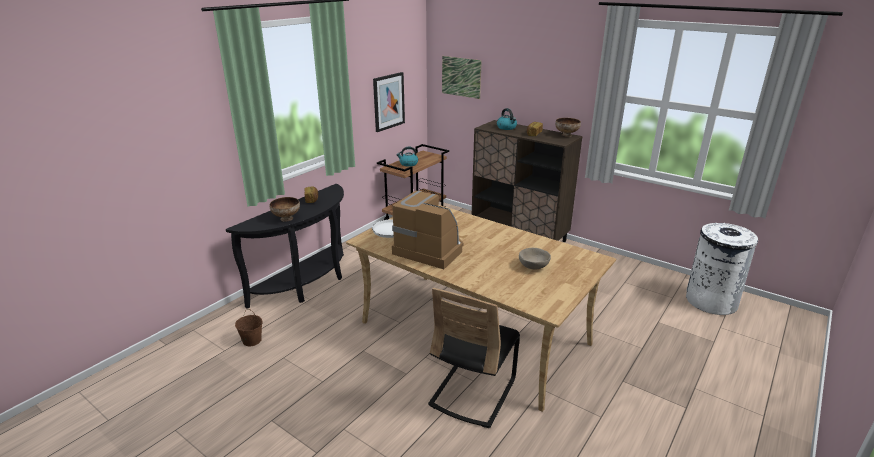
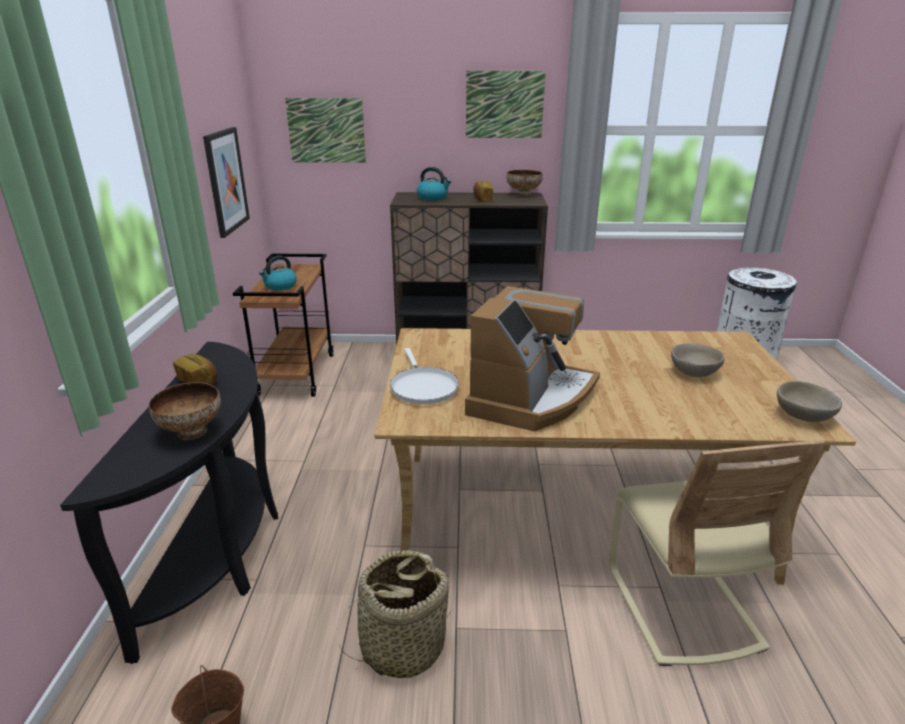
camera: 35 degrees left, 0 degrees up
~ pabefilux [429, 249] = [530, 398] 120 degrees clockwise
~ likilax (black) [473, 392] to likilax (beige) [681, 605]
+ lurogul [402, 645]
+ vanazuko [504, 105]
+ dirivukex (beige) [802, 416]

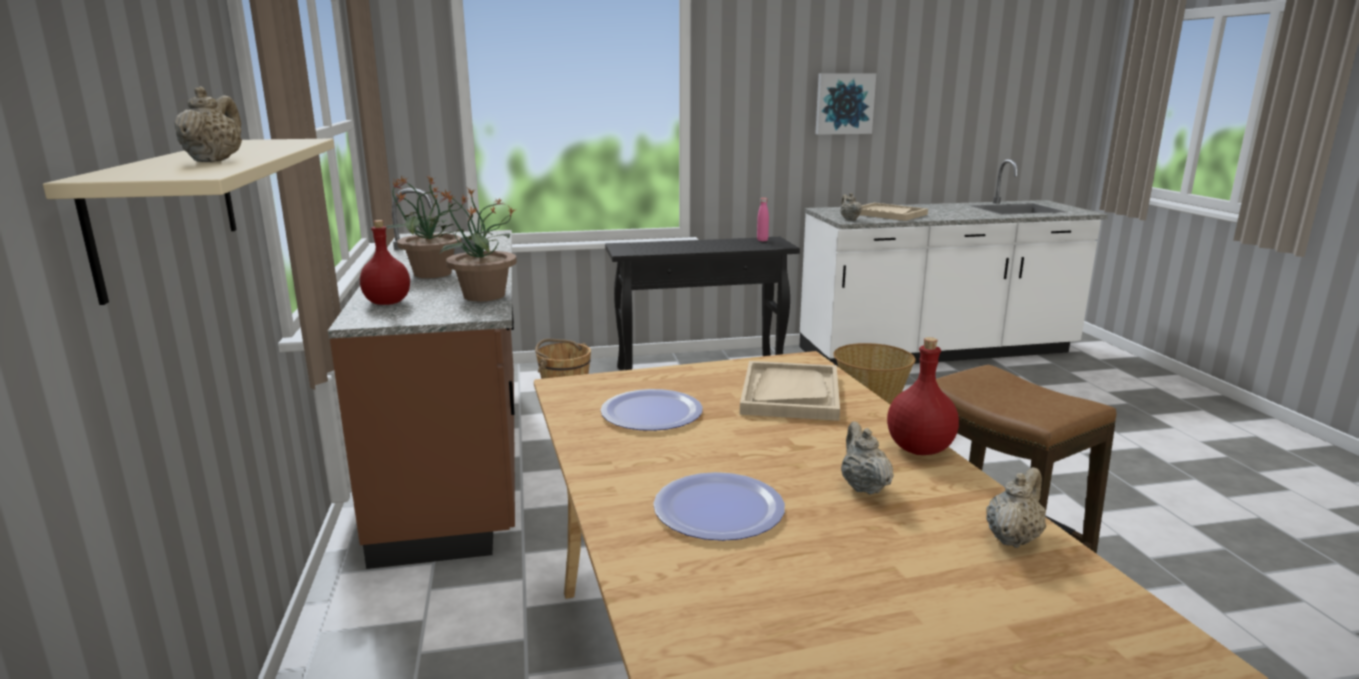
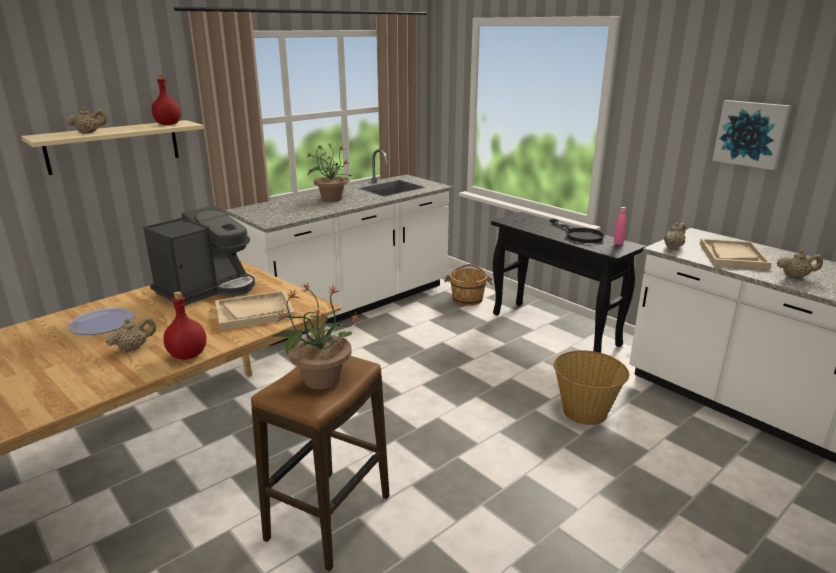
camera: 60 degrees right, 5 degrees up
~ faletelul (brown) [460, 458] to faletelul (white) [352, 306]
~ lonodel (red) [388, 303] to [168, 124]
~ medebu [483, 296] to [321, 379]
~ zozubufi [651, 412] to pabefilux [207, 289]
~ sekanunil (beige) [1013, 538] to [795, 277]
+ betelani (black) [579, 235]

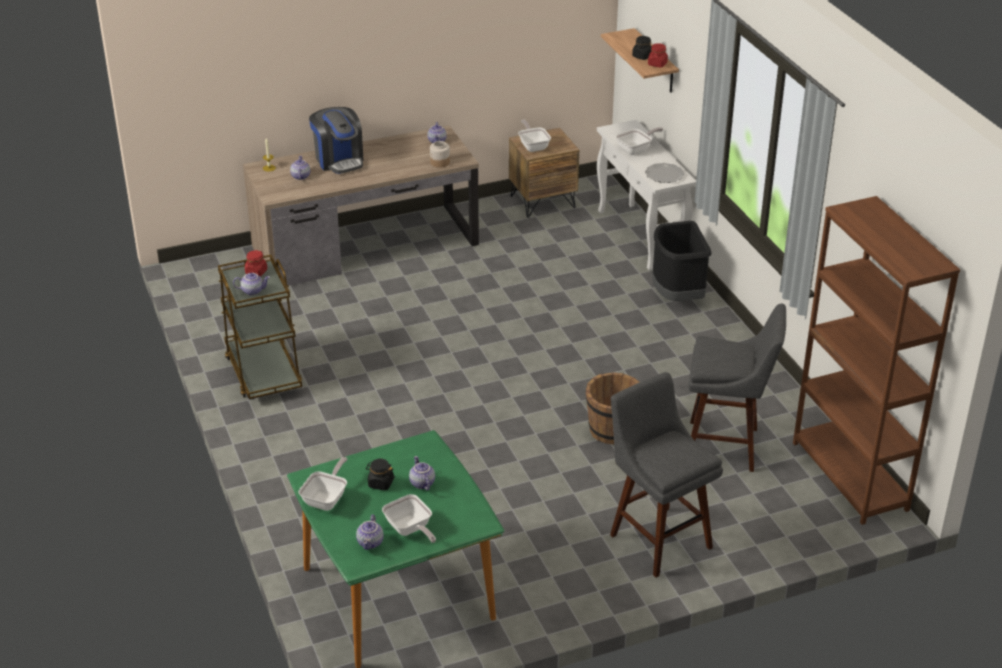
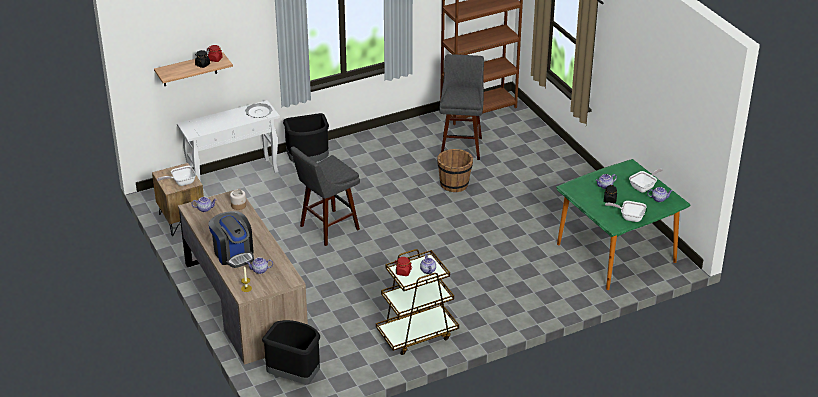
camera: 95 degrees left, 0 degrees up
~ pabefilux [339, 160] = [233, 254] 90 degrees clockwise
~ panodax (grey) [657, 538] to [327, 229]
- betelani [636, 149]
+ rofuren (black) [294, 377]

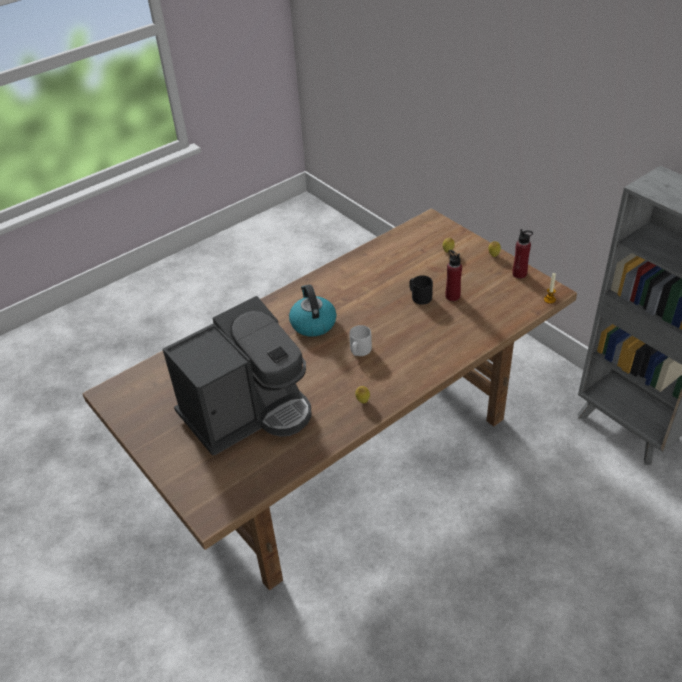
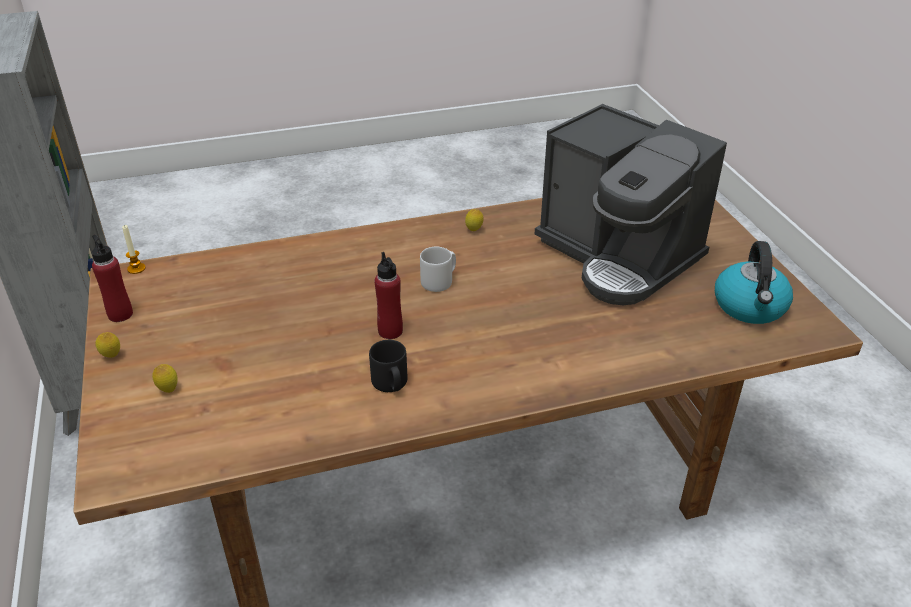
camera: 160 degrees left, 5 degrees down
~ pabefilux [247, 412] = [618, 256] 120 degrees counterclockwise
~ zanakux [313, 323] to [750, 307]
~ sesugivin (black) [419, 297] to [391, 384]
~ lonodel (red) [452, 296] to [390, 331]

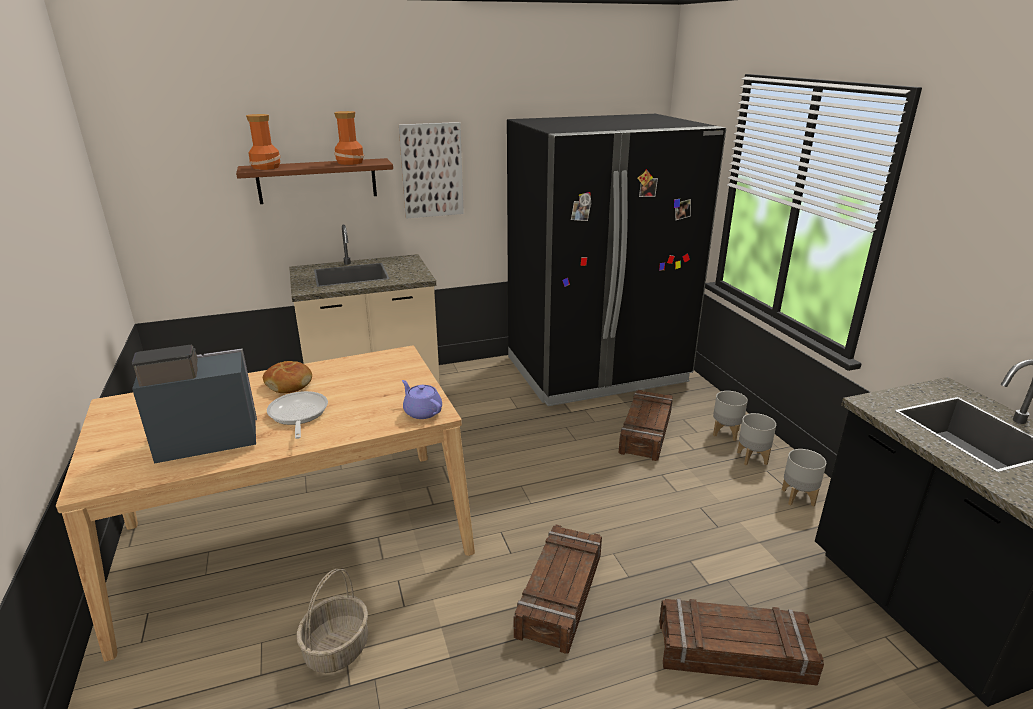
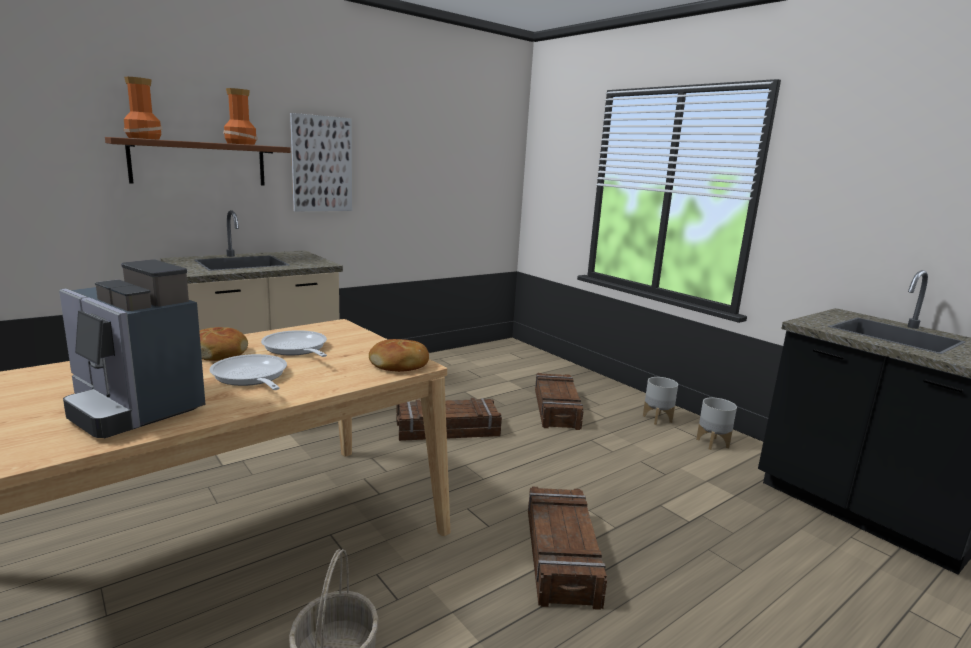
camera: 20 degrees left, 10 degrees down
~ pabefilux [204, 440] = [133, 407] 105 degrees counterclockwise
~ sekanunil (purple) [422, 411] to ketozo [400, 365]
- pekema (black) [596, 370]
~ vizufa [734, 653] to [447, 430]
- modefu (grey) [726, 433]
+ betelani [296, 349]

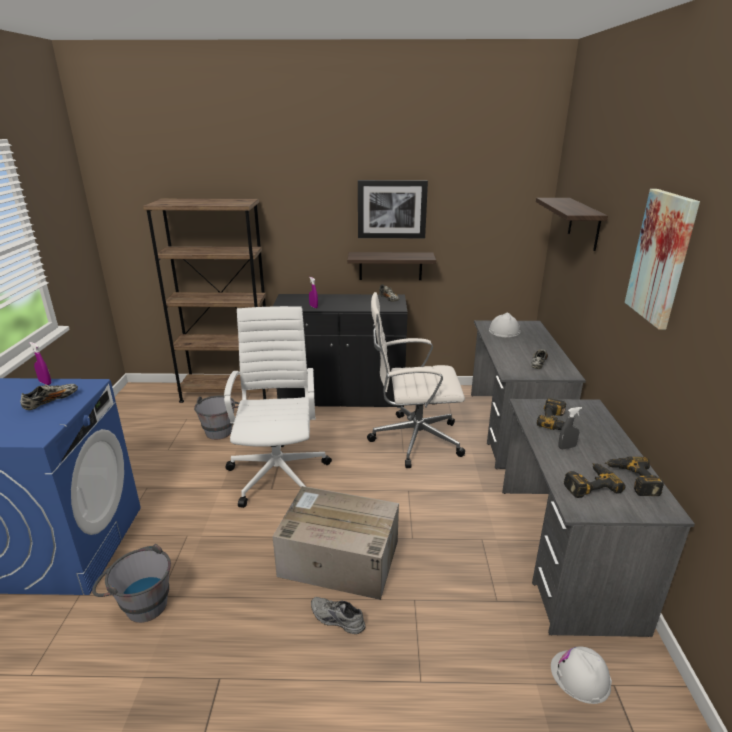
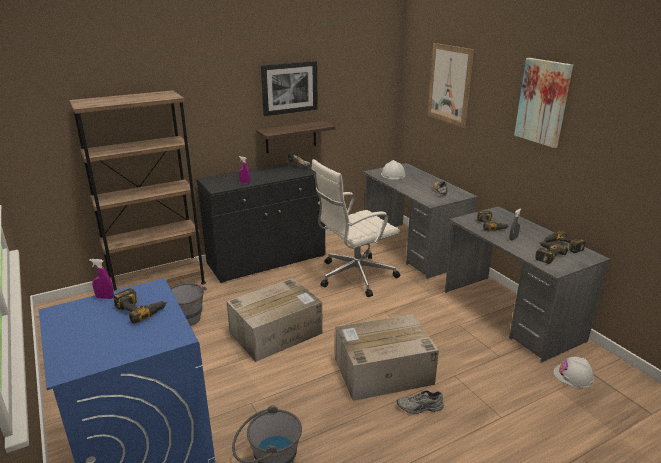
camera: 30 degrees left, 0 degrees up
~ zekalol [51, 401] to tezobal [141, 309]
~ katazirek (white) [279, 473] to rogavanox [277, 332]
~ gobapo [584, 223] to vanazuko [449, 84]

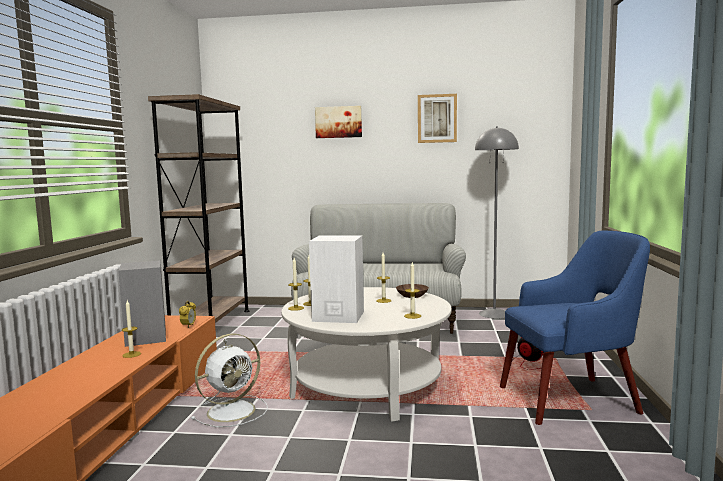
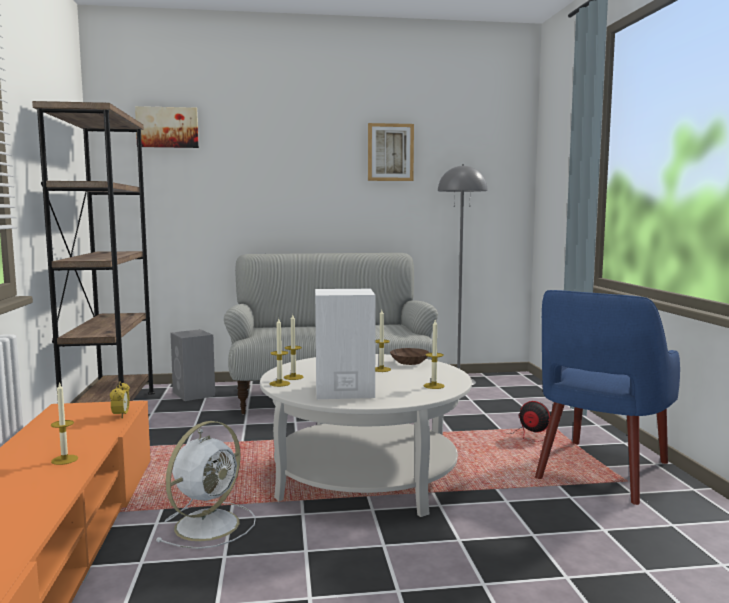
camera: 15 degrees left, 0 degrees up
~ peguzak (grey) [146, 338] to [194, 394]
~ vanazuko [338, 122] to [167, 127]
~ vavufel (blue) [572, 399] = [600, 471] 150 degrees clockwise

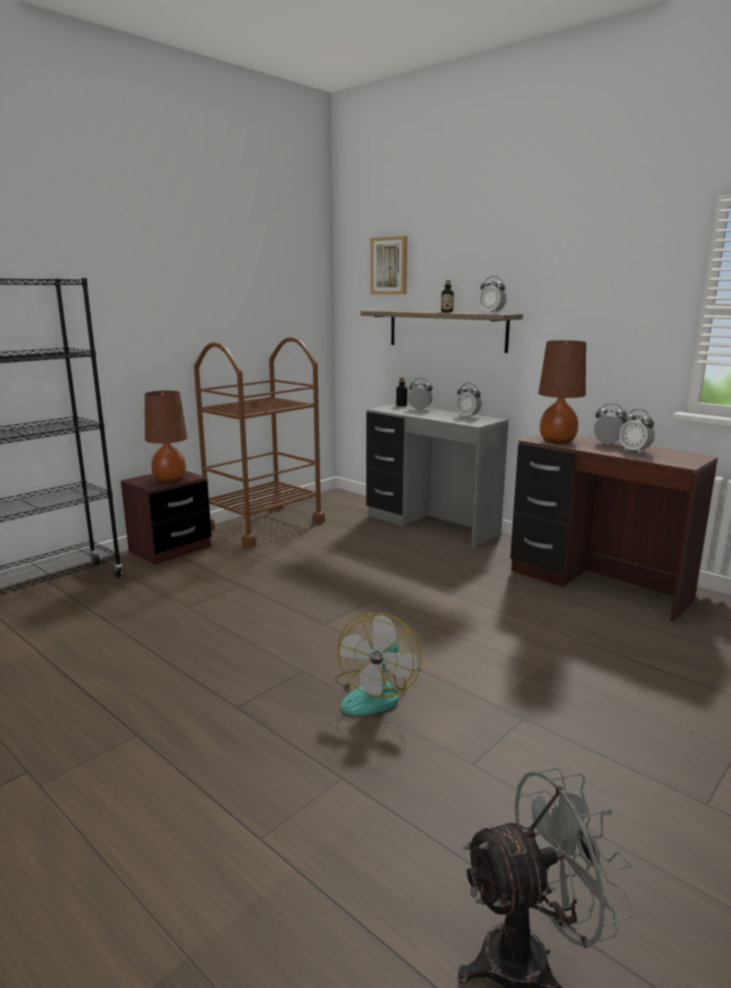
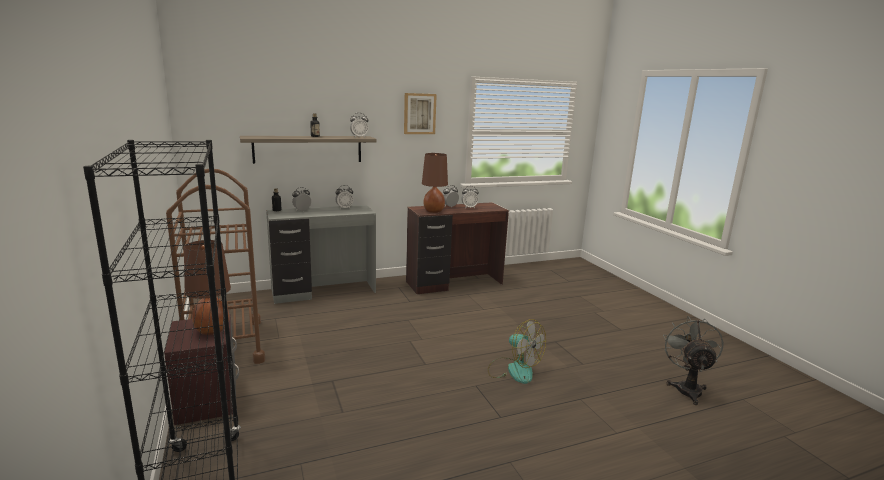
camera: 65 degrees left, 0 degrees up
~ vanazuko [389, 266] to [419, 113]

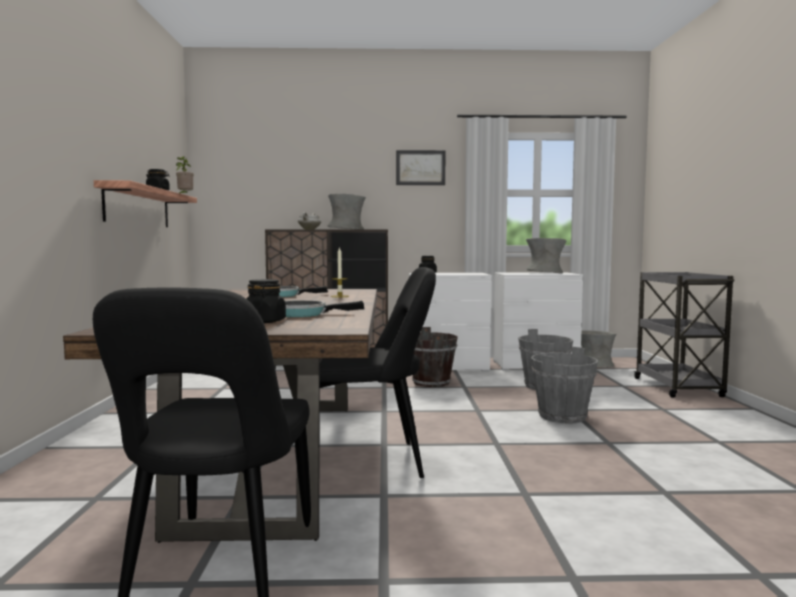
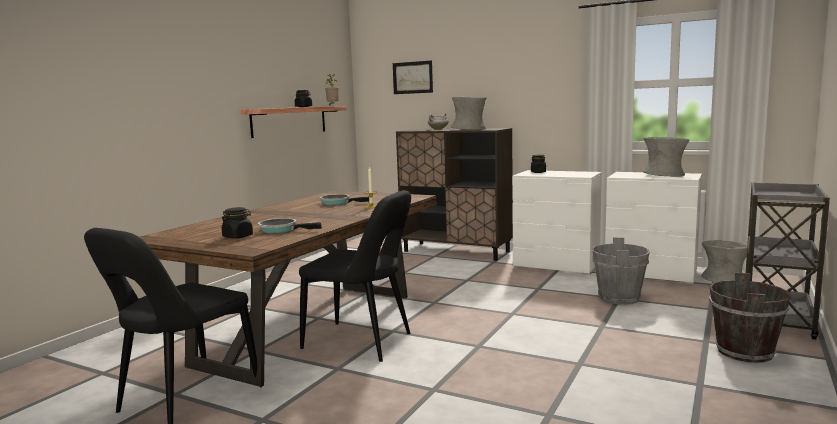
camera: 30 degrees right, 5 degrees up
~ vanazuko [420, 167] to [412, 77]
~ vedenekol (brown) [431, 382] to [745, 352]
- vedenekol (grey) [562, 416]

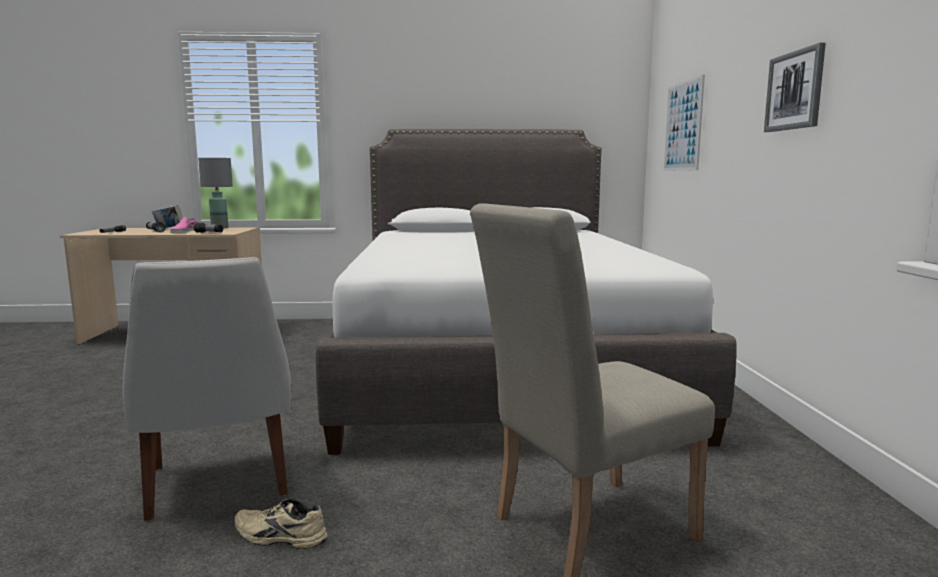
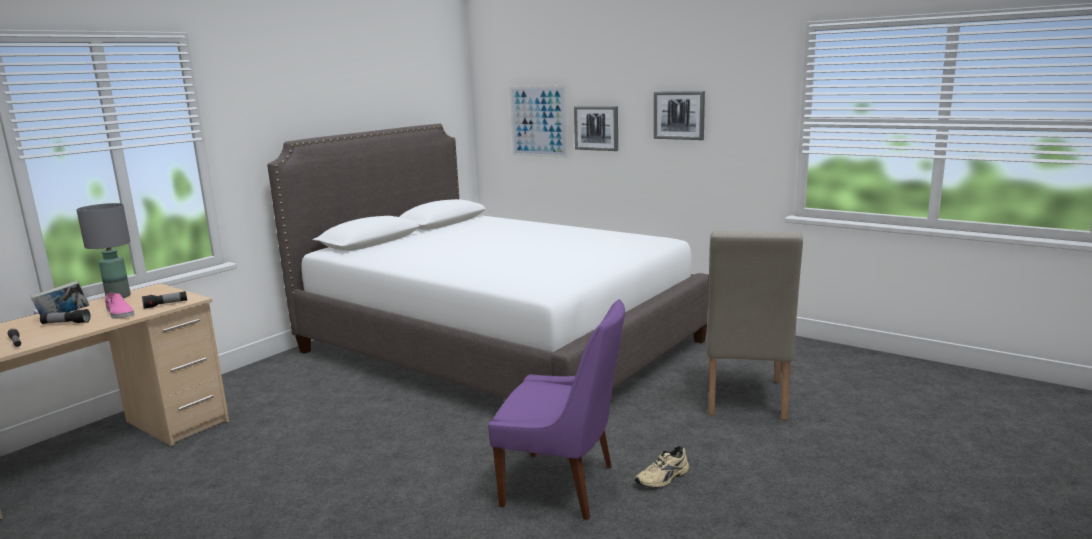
camera: 50 degrees left, 5 degrees up
~ likilax (white) [218, 484] to likilax (purple) [563, 486]
+ vanazuko [596, 128]

